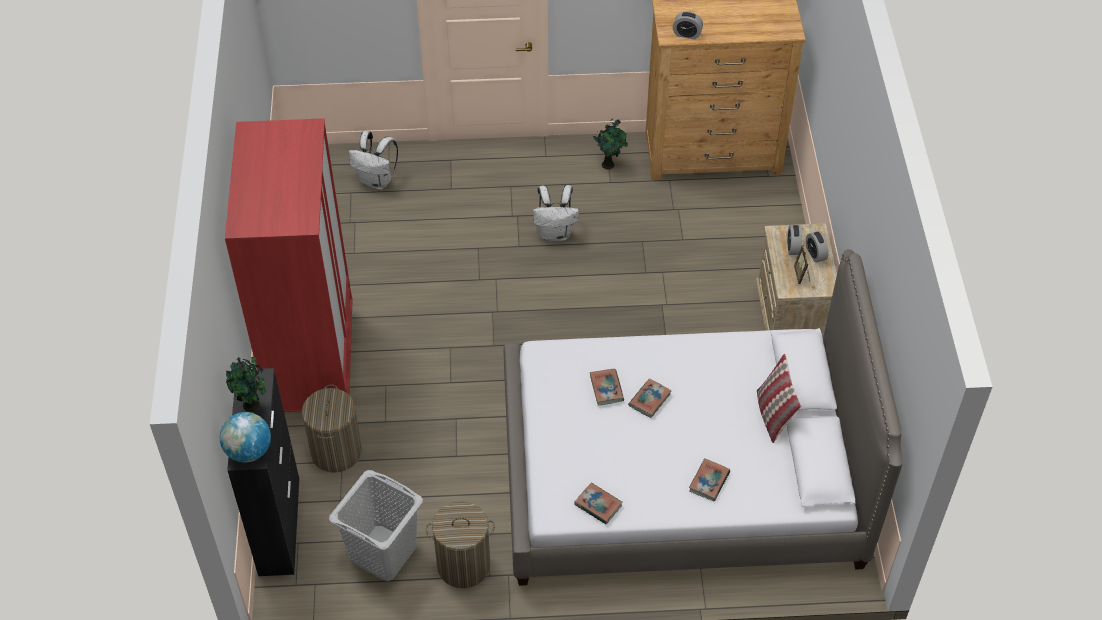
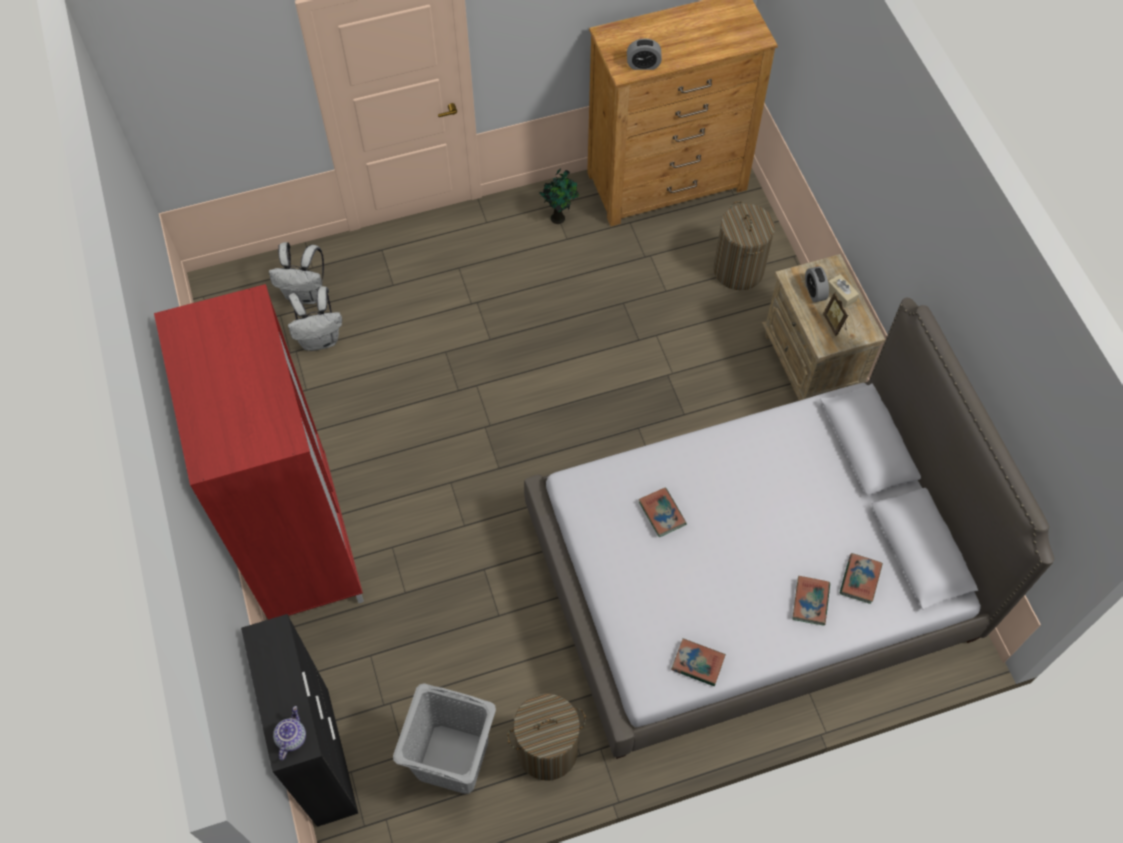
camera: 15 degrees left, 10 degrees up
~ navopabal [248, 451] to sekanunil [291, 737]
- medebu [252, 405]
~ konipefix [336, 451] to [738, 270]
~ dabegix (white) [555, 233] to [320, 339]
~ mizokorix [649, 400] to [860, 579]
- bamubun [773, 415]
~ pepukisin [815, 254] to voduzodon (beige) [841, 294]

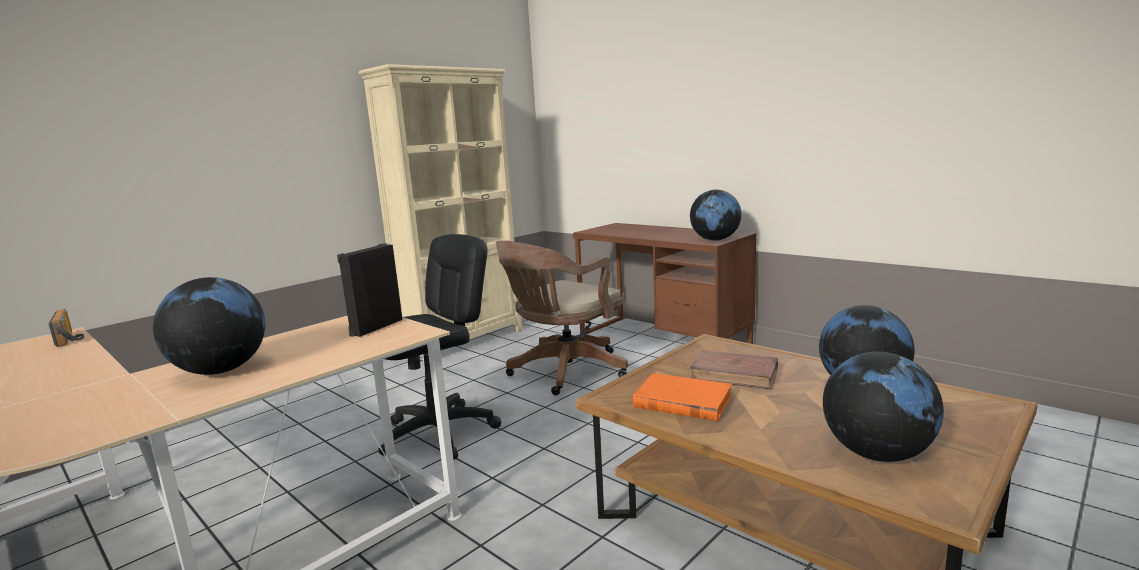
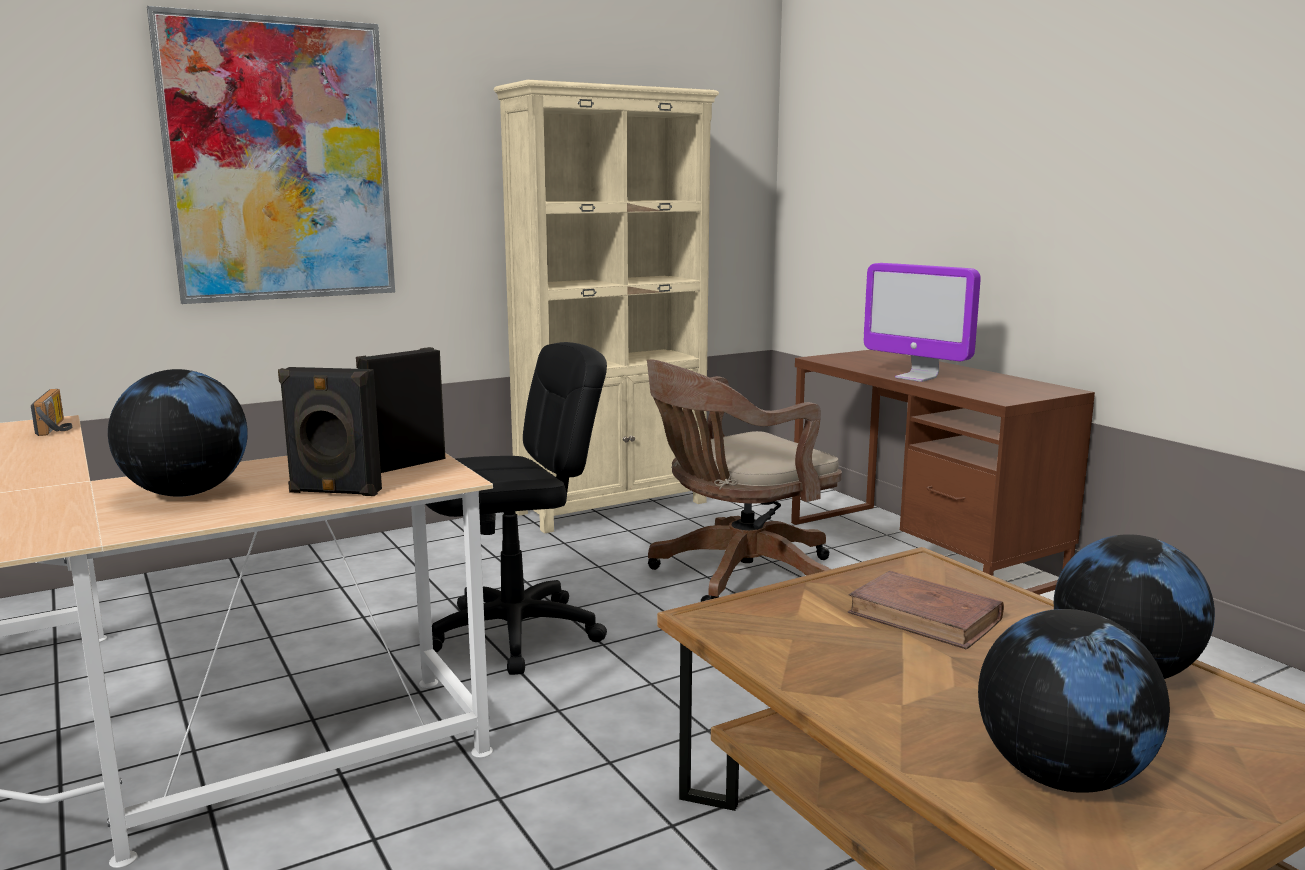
camera: 15 degrees right, 0 degrees up
- mizokorix (orange) [682, 402]
- navopabal [715, 240]
+ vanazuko [280, 161]
+ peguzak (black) [334, 492]
+ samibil [916, 377]

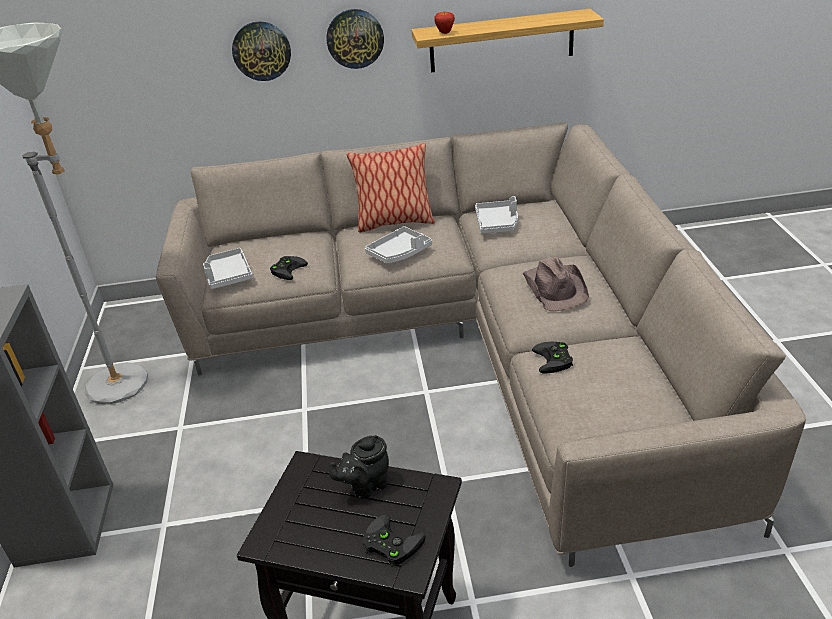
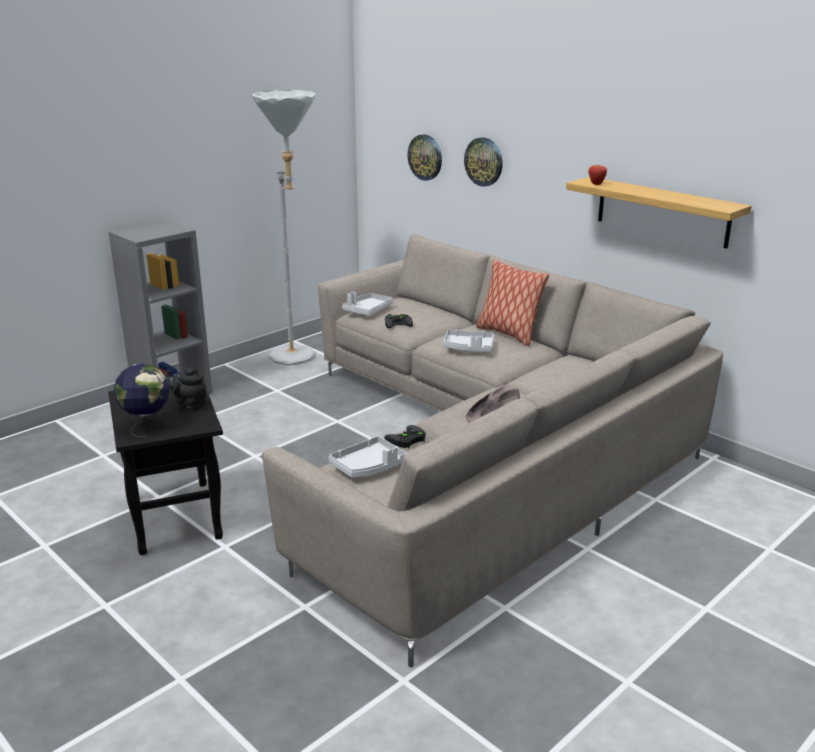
camera: 50 degrees right, 10 degrees down
~ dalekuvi [355, 38] to [425, 157]
~ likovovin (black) [389, 544] to navopabal [147, 426]
~ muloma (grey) [497, 224] to [369, 466]

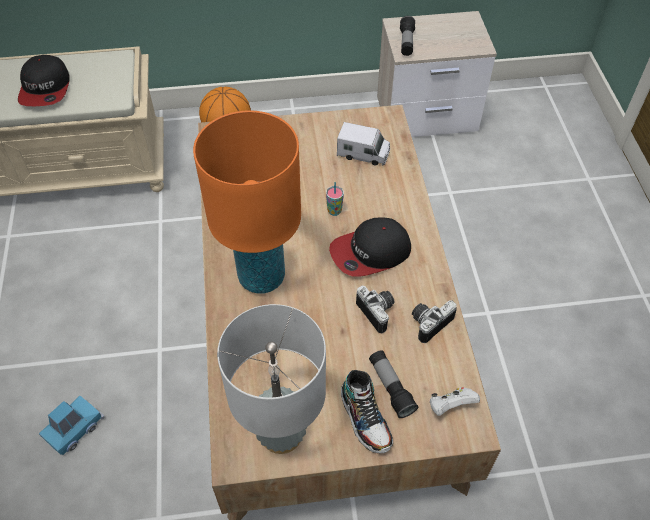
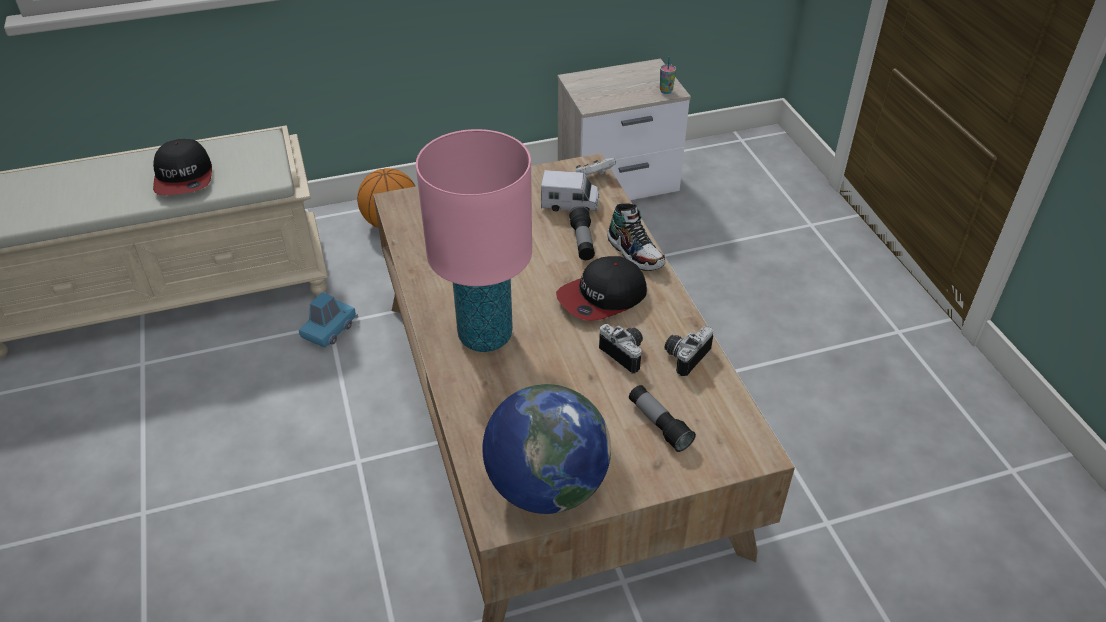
camera: 10 degrees left, 10 degrees down
~ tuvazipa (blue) [74, 428] to [329, 329]
~ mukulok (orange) [261, 277] to mukulok (pink) [485, 336]
~ mukulok (grey) [281, 433] to navopabal [546, 486]
~ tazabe [334, 211] to [666, 91]
~ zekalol [365, 419] to [635, 252]
~ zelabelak [406, 42] to [582, 242]
~ likovovin (white) [450, 406] to [593, 178]

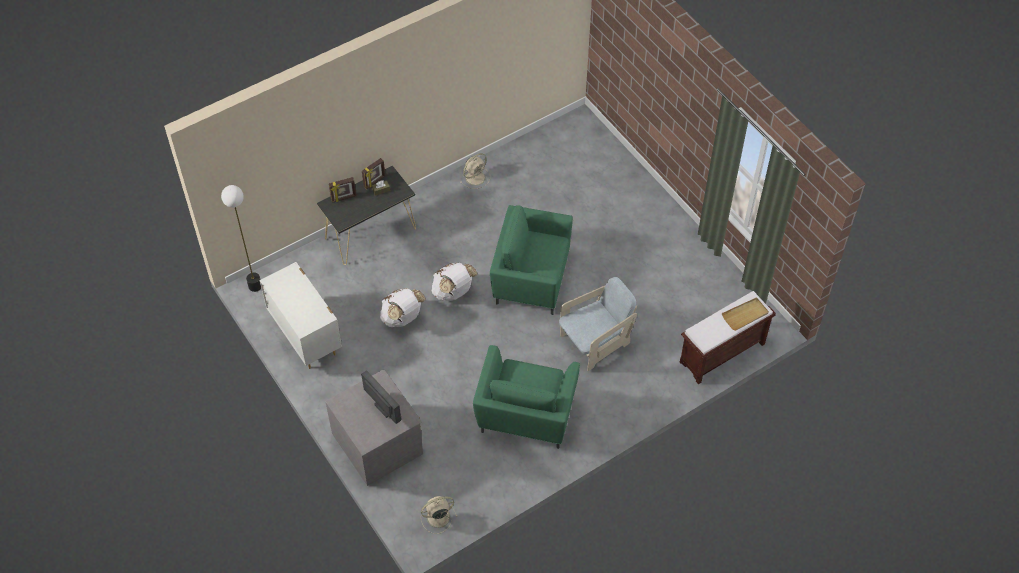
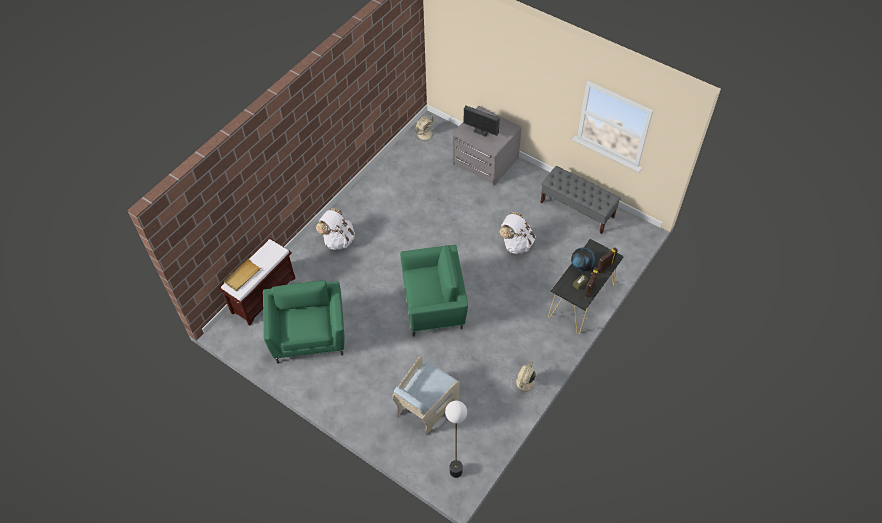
camera: 160 degrees right, 0 degrees up
~ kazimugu [255, 286] to [455, 471]
~ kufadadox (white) [305, 336] to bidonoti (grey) [577, 209]
~ dabegix (white) [453, 292] to [338, 240]
~ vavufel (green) [525, 415] to [309, 335]
~ vavufel (beige) [595, 342] to [426, 406]
+ navopabal [581, 266]

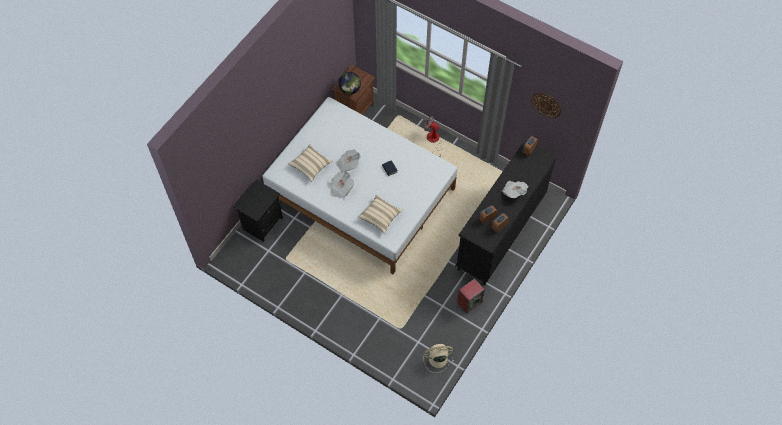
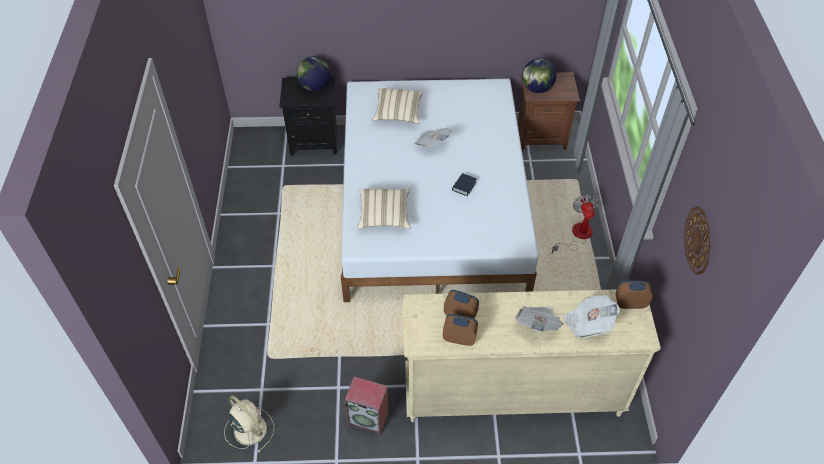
camera: 55 degrees right, 10 degrees down
~ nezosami [341, 188] to [588, 323]
~ kufadadox (black) [500, 233] to kufadadox (beige) [512, 394]
+ navopabal [314, 86]

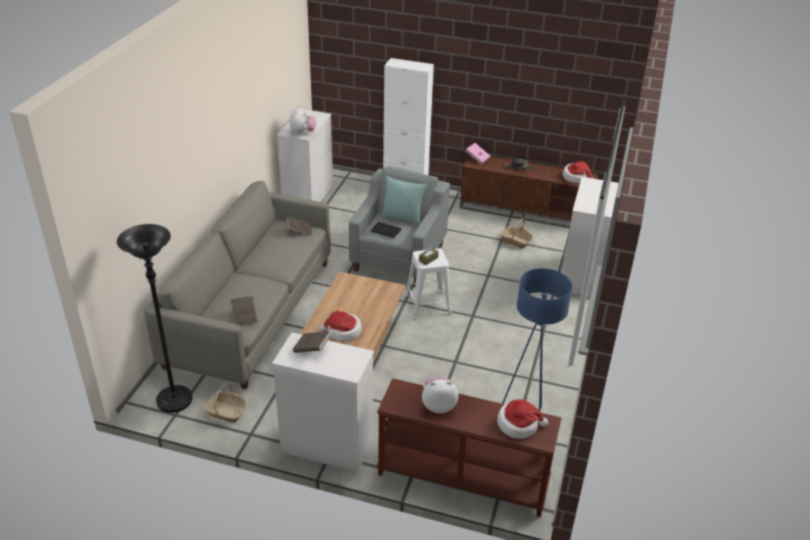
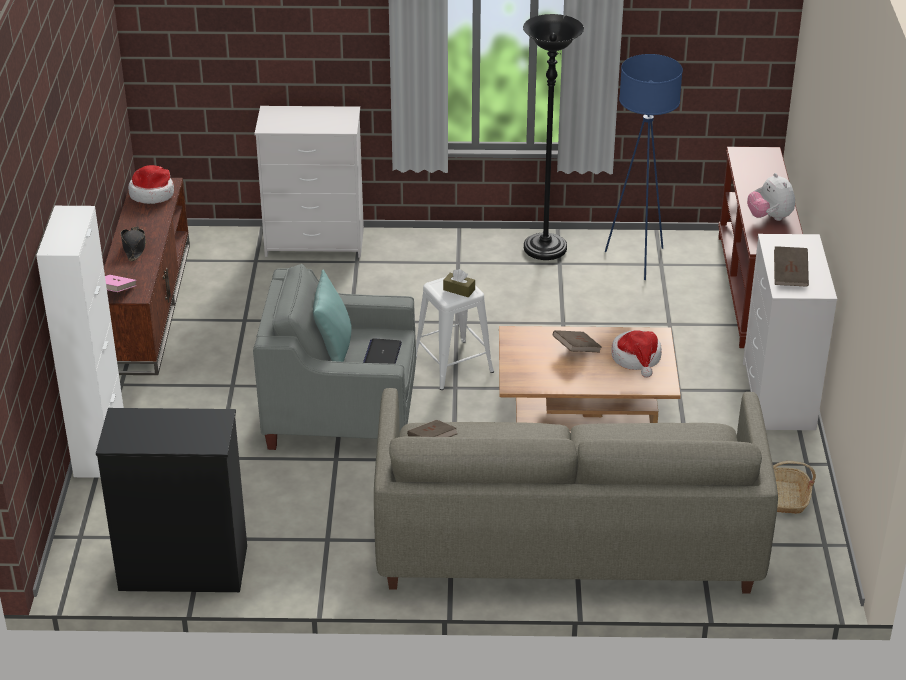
camera: 105 degrees left, 0 degrees up
~ kazimugu (black) [174, 401] to [545, 249]
~ mizokorix (brown) [244, 316] to [576, 350]
~ kufadadox (white) [308, 199] to kufadadox (black) [182, 568]
- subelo [302, 132]
- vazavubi [518, 425]
- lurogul [516, 241]

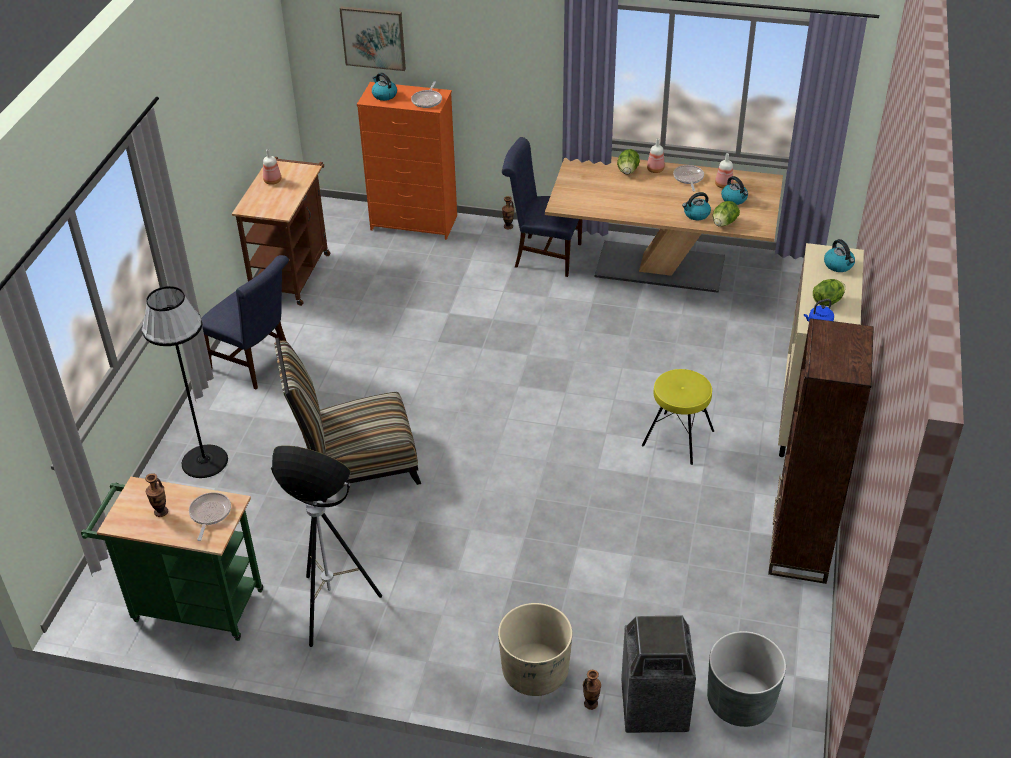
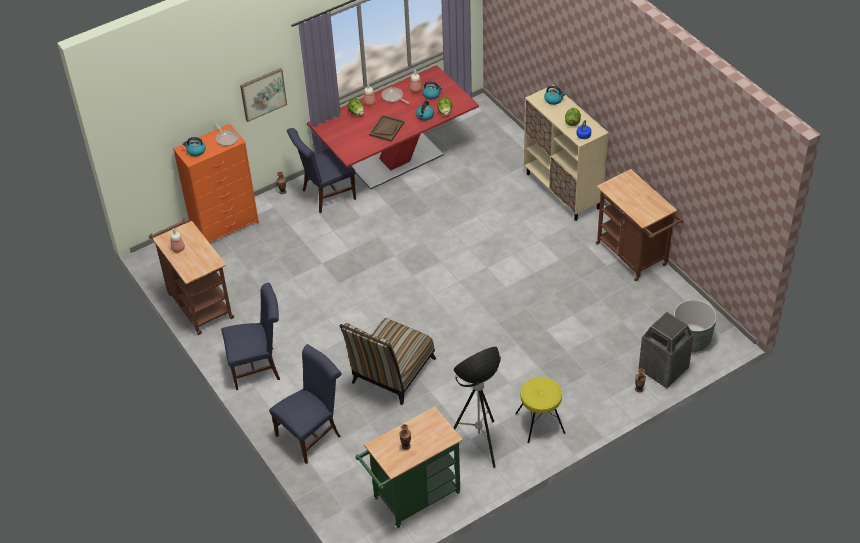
camera: 45 degrees left, 5 degrees up
~ kazimugu (black) [205, 461] to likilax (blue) [311, 434]
- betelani [209, 514]
~ vanazuko [373, 38] to [263, 94]
- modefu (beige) [535, 672]
~ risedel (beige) [660, 267] to risedel (red) [396, 161]
~ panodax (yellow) [677, 438] to [540, 423]
~ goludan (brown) [799, 548] to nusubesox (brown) [634, 257]
+ muloma (brown) [386, 129]

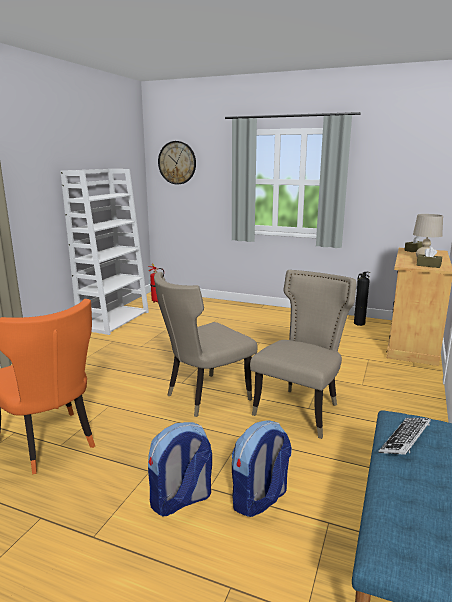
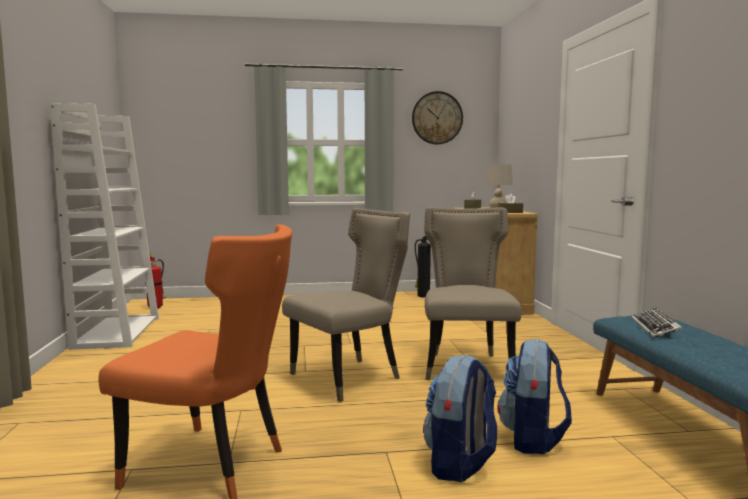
camera: 30 degrees left, 10 degrees down
~ likilax (beige) [204, 396] = [350, 377] 150 degrees counterclockwise
~ dalekuvi [177, 162] to [437, 118]

